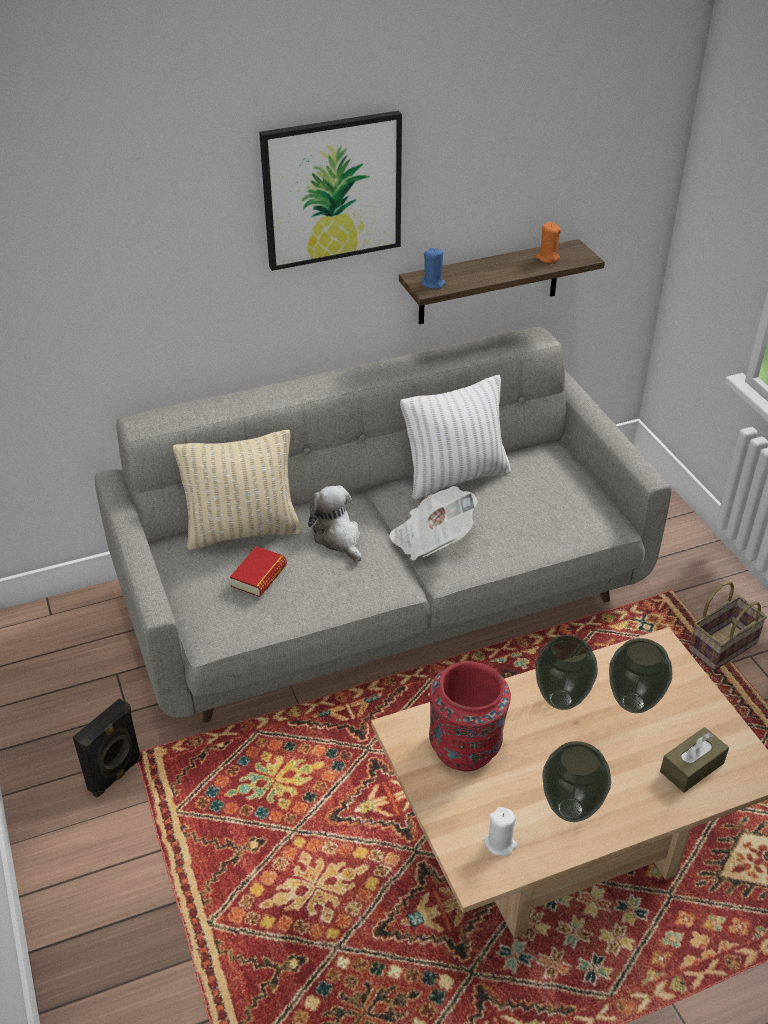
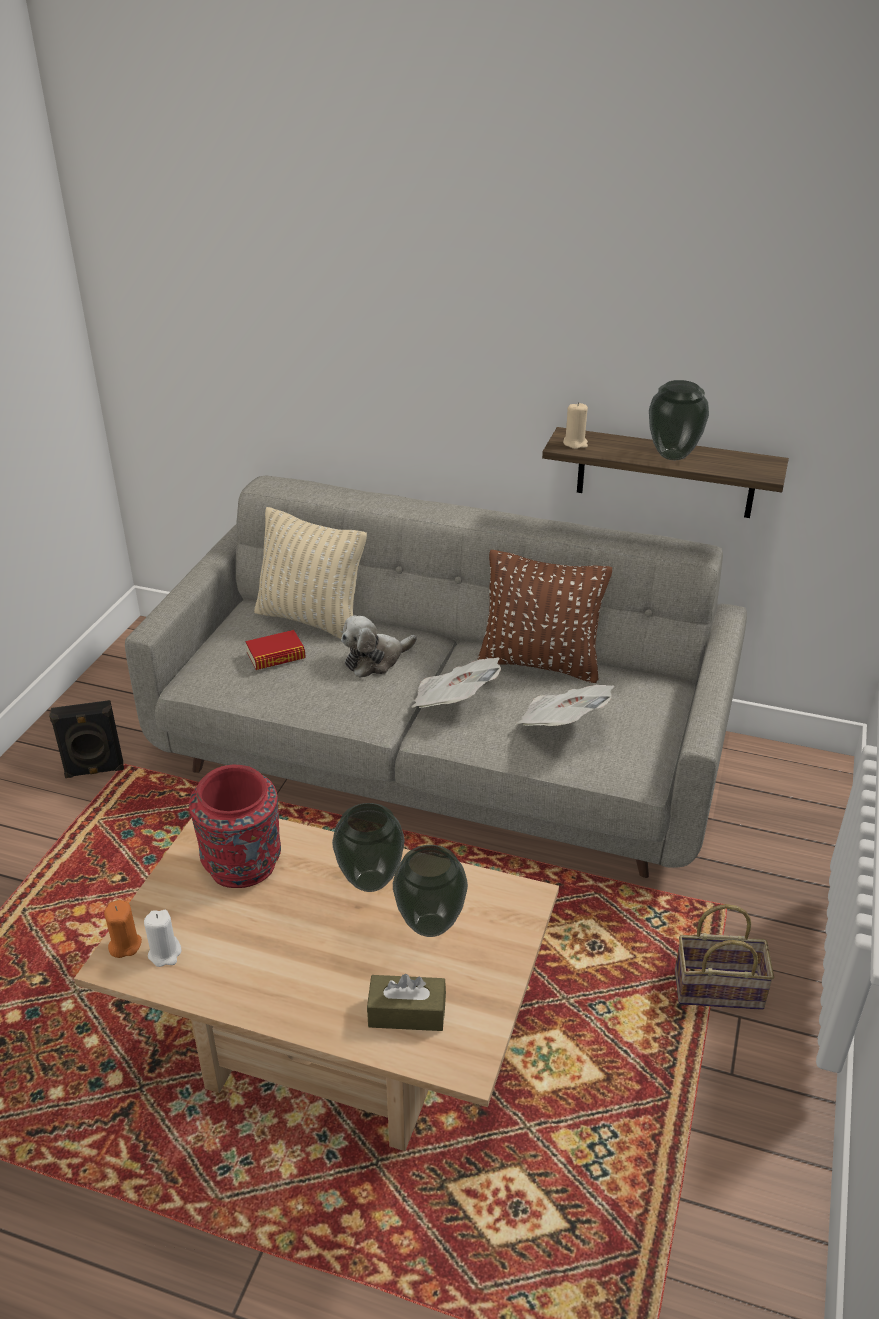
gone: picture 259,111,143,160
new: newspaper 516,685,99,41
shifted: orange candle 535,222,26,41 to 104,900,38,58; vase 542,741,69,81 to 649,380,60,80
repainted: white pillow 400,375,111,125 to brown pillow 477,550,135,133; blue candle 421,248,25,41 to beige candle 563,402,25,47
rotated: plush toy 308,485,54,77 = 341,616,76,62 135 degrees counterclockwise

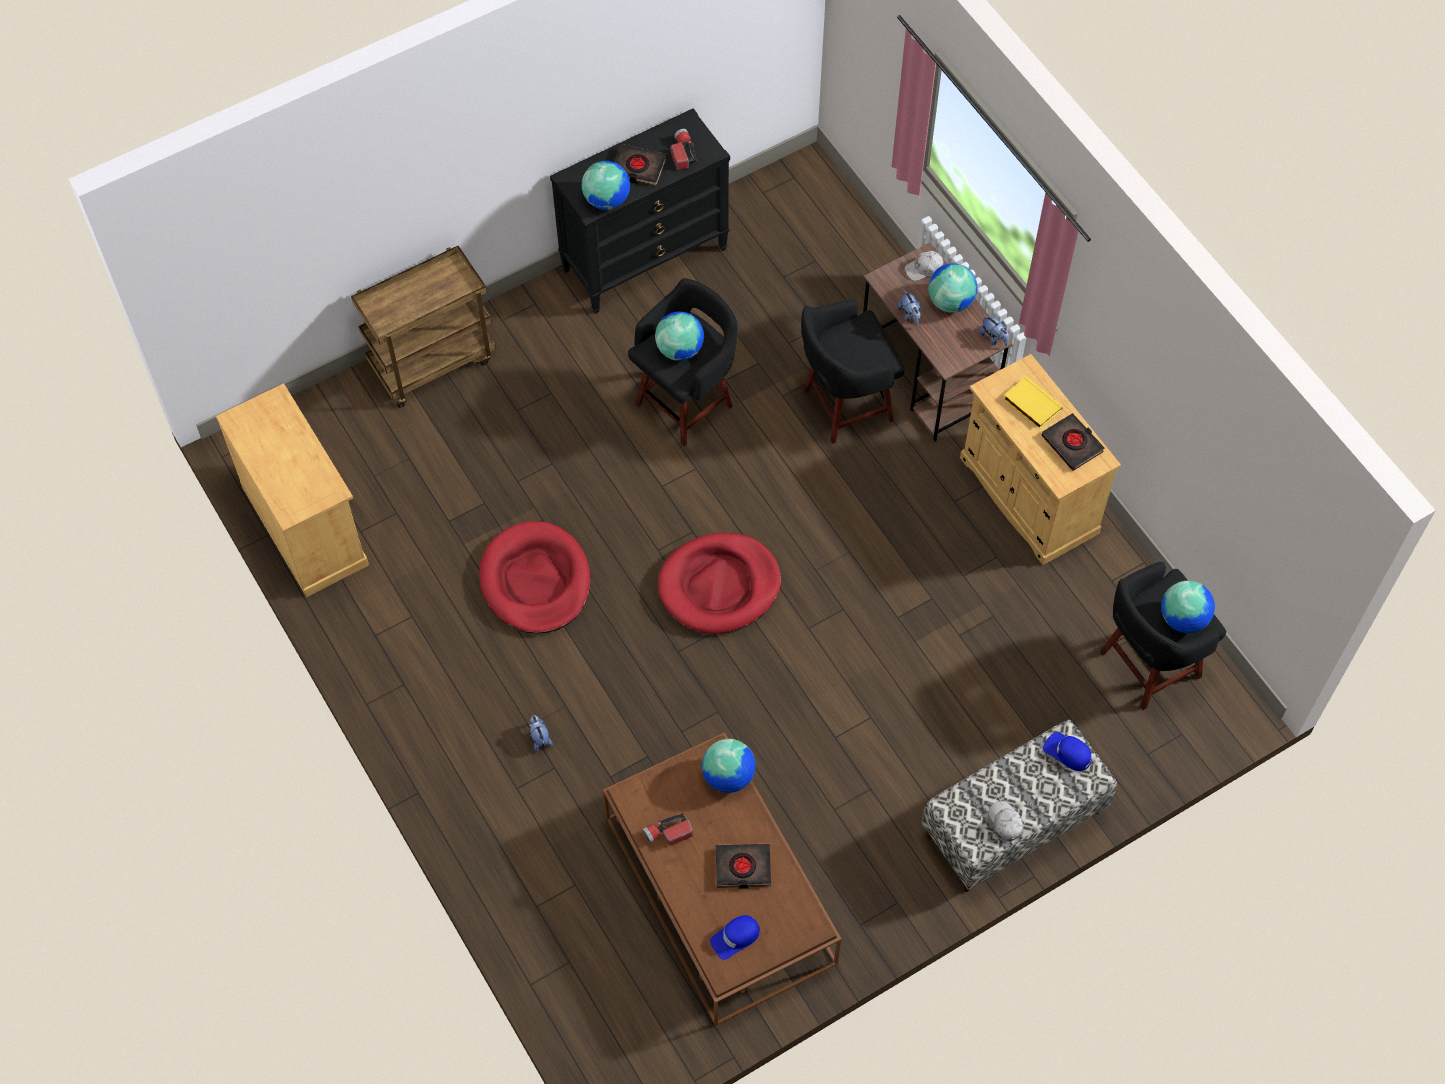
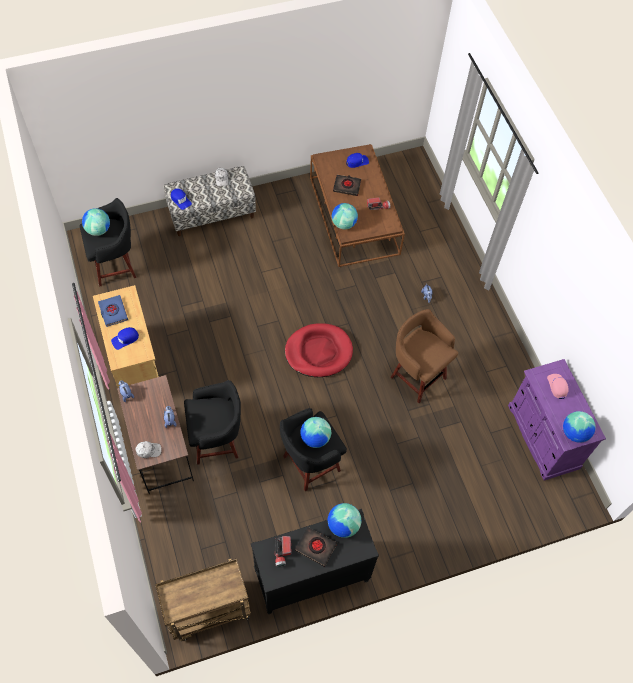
new: pink cap 547,374,21,25
shifted: brown cart 351,246,145,162 to 155,559,96,82; globe 928,263,49,50 to 563,411,33,32
swapped: yellow book 1003,376,60,53 to blue cap 111,327,28,23; red dog bed 479,521,112,113 to brown stool 391,309,67,94
repainted: black book 1042,413,63,58 to blue book 98,295,30,32; beige cabinet 216,383,153,214 to purple cabinet 508,359,98,121

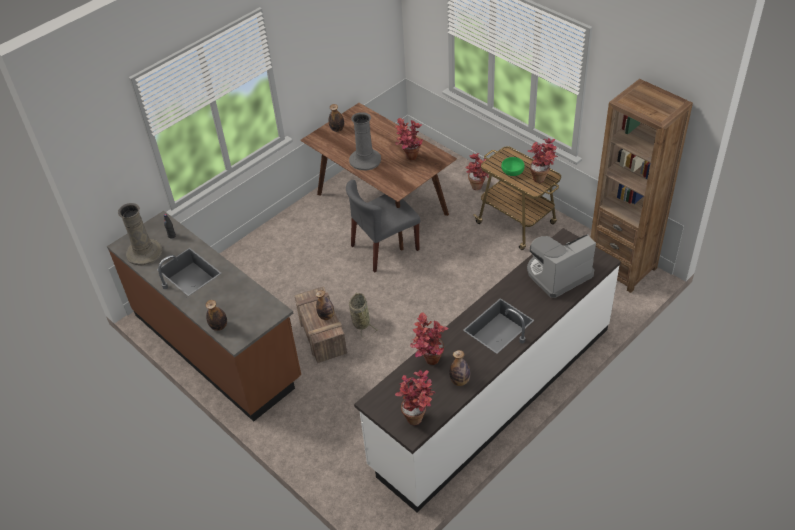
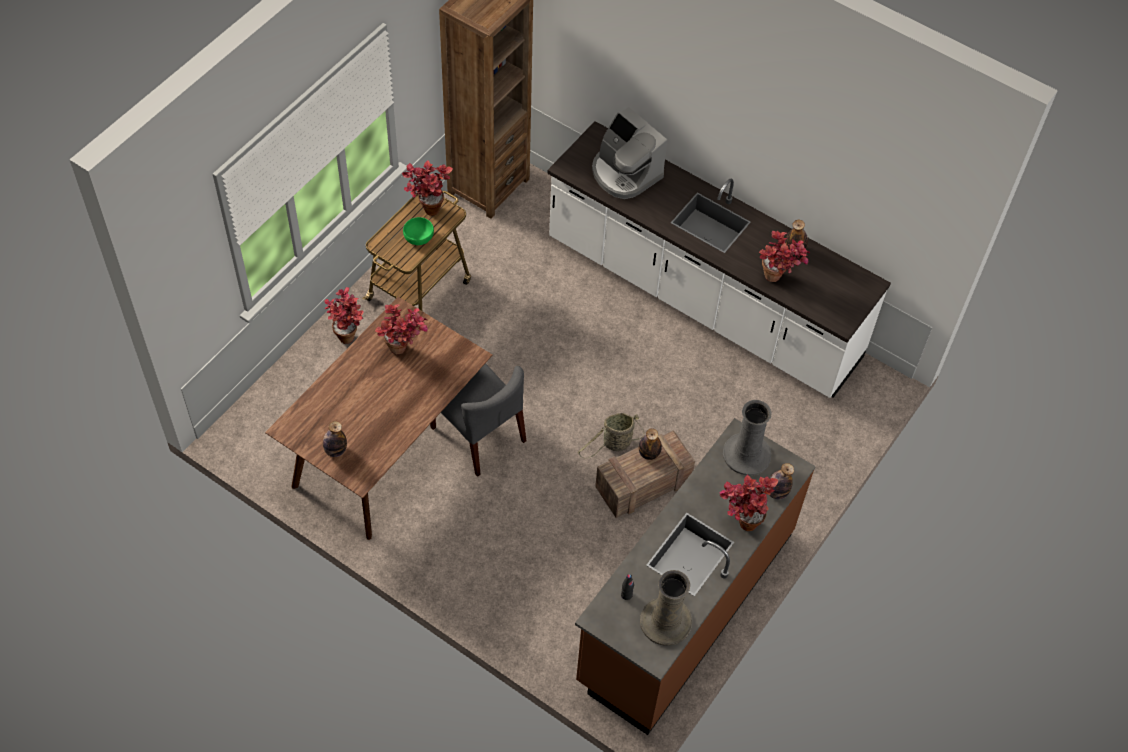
shifted: potted plant 395,370,40,55 to 720,475,58,56; grey vase 349,112,32,59 to 723,400,49,76

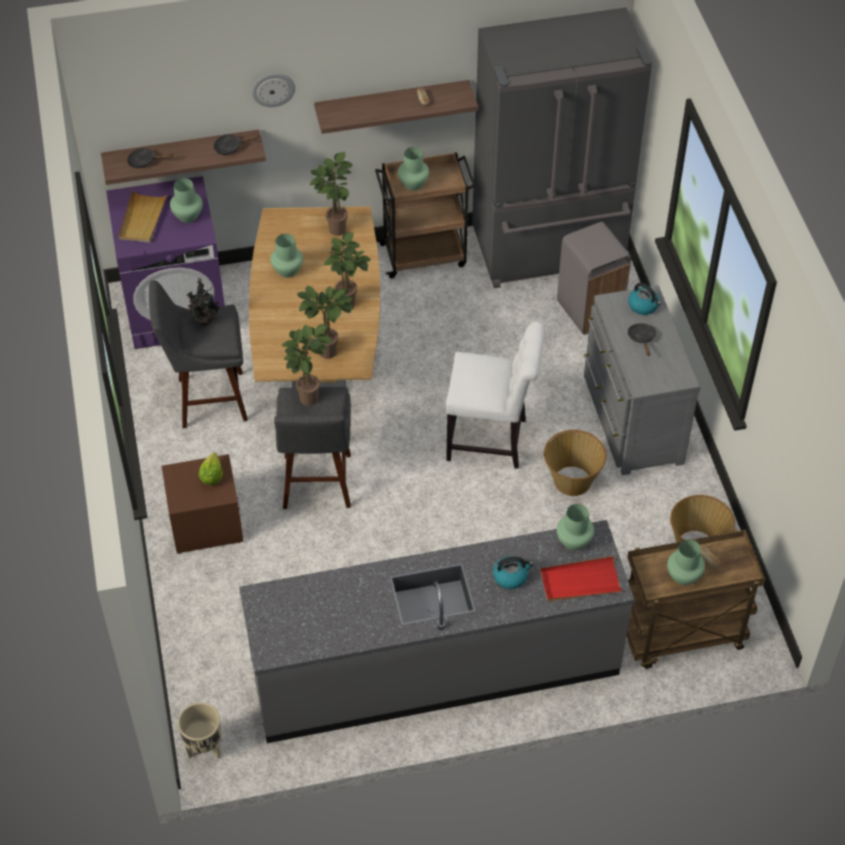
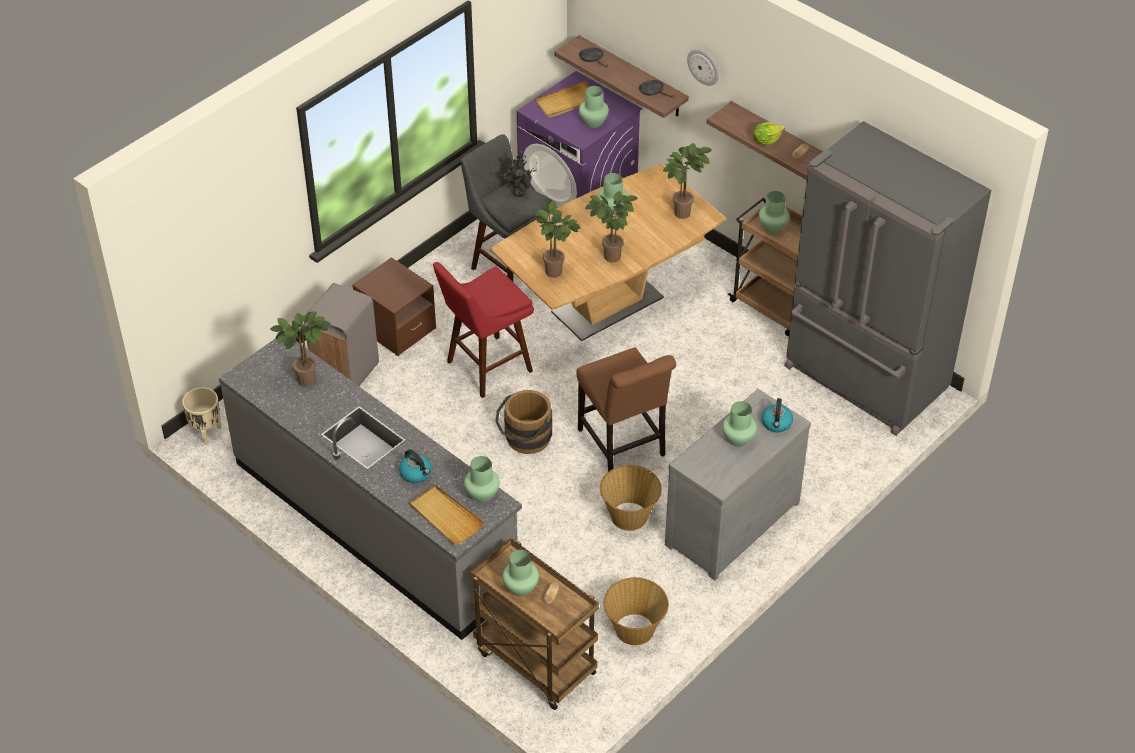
new: brown bucket 496,390,56,64
shifted: potted plant 282,324,50,82 to 270,312,62,75; grey trash can 557,222,74,113 to 304,283,75,103; lettuce 199,452,24,34 to 753,122,32,23
swapped: black frying pan 627,323,29,33 to green vase 722,401,35,46
repainted: red tray 540,556,83,46 to beige tray 409,485,75,60; grey stool 274,387,77,122 to red stool 433,262,101,136; white chair 446,322,99,147 to brown chair 576,348,100,124

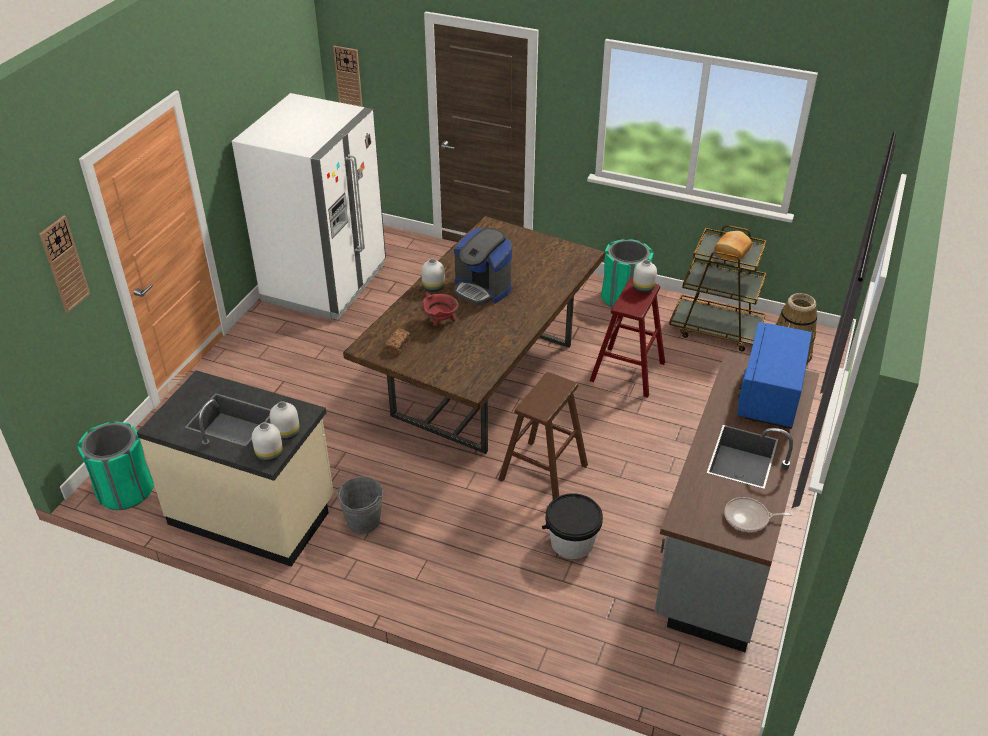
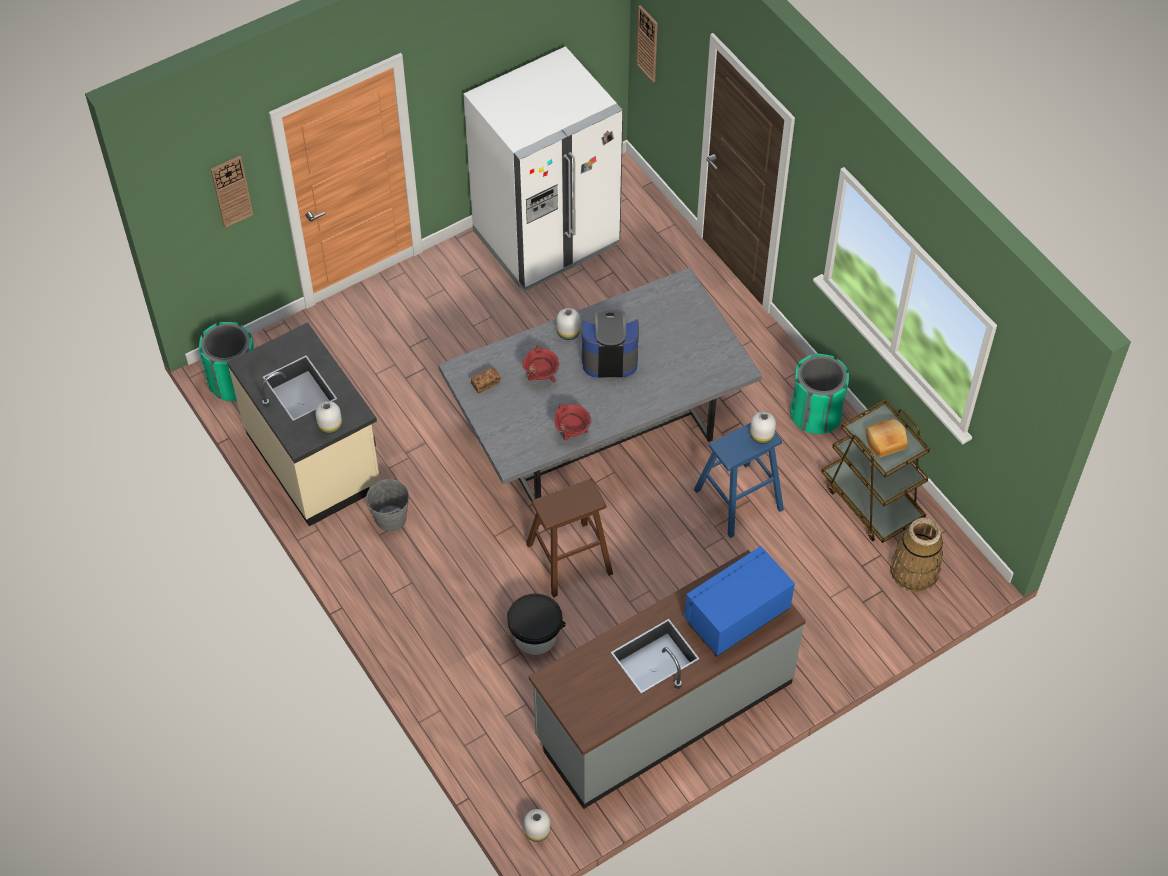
gone: frying pan 724,497,69,35
new: red cooking pot 555,403,36,37
shifted: white vase 252,422,31,40 to 524,809,26,33
repainted: brown dining table 343,216,262,238 to grey dining table 438,267,324,235; red stool 590,278,75,120 to blue stool 694,423,90,115
rotated: coffee machine 454,228,58,77 = 582,309,57,68 105 degrees clockwise

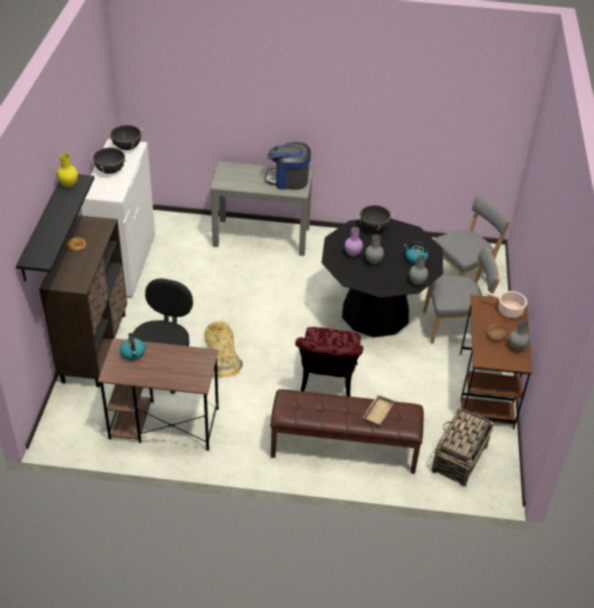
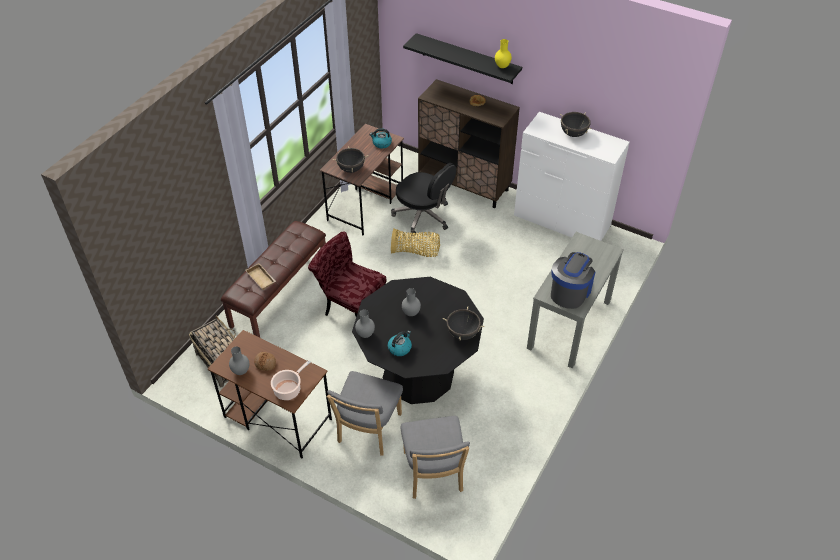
gone: purple vase 345,227,18,30
shifted: black cooking pot 108,125,35,25 to 333,146,35,27

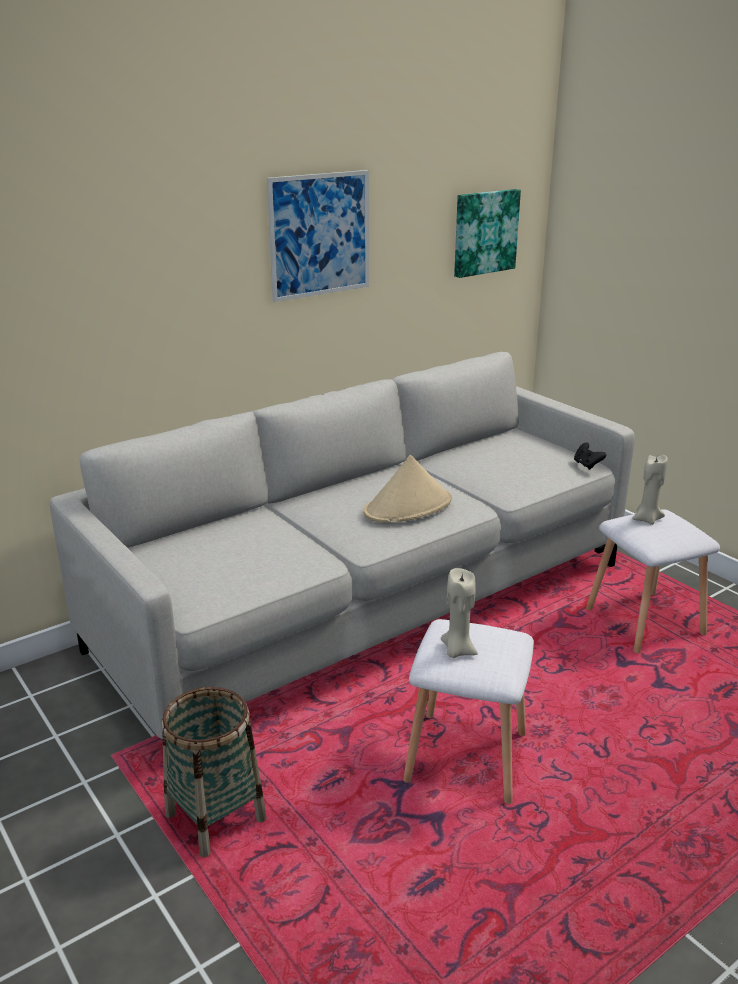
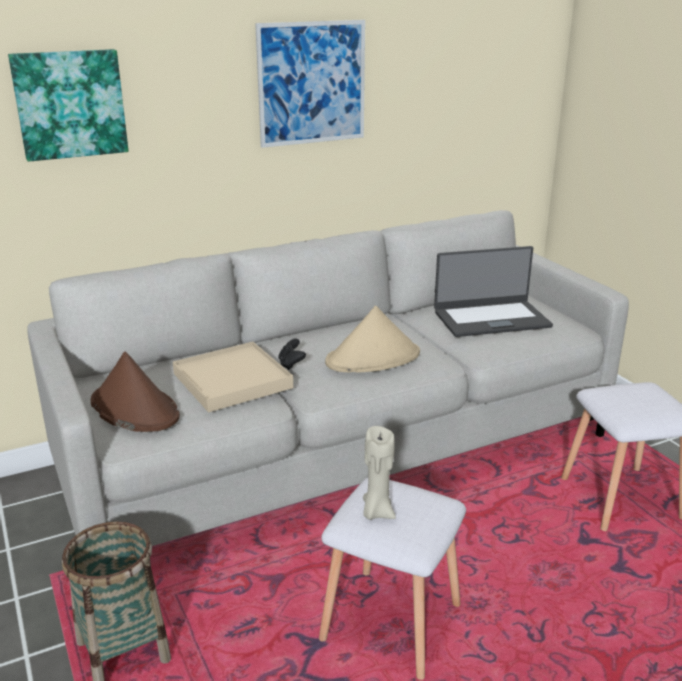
gone: beige candle 632,455,36,70
new: brown hat 91,352,89,80; beige tray 173,342,120,71; laptop 434,246,119,91
shifted: picture 454,189,67,89 to 8,49,121,113; black game controller 574,443,32,27 to 278,338,28,32

